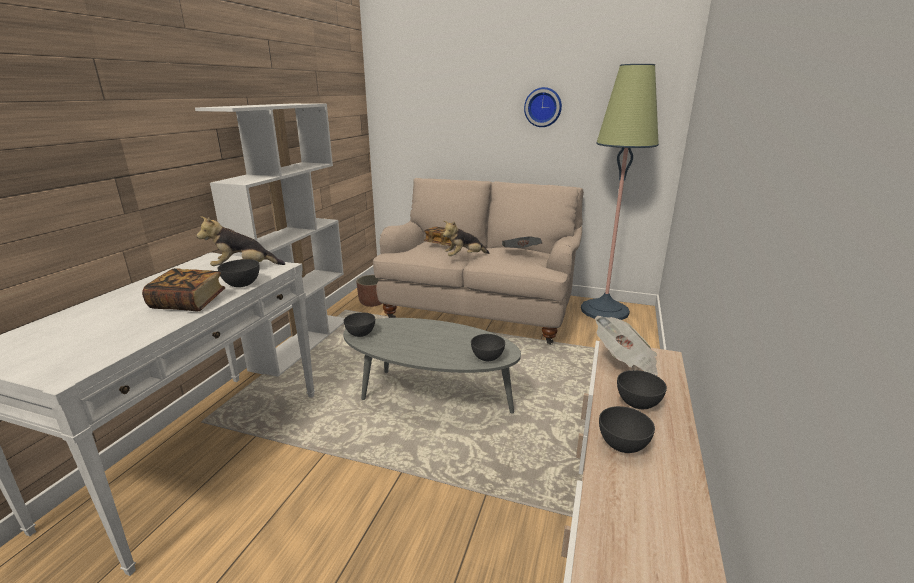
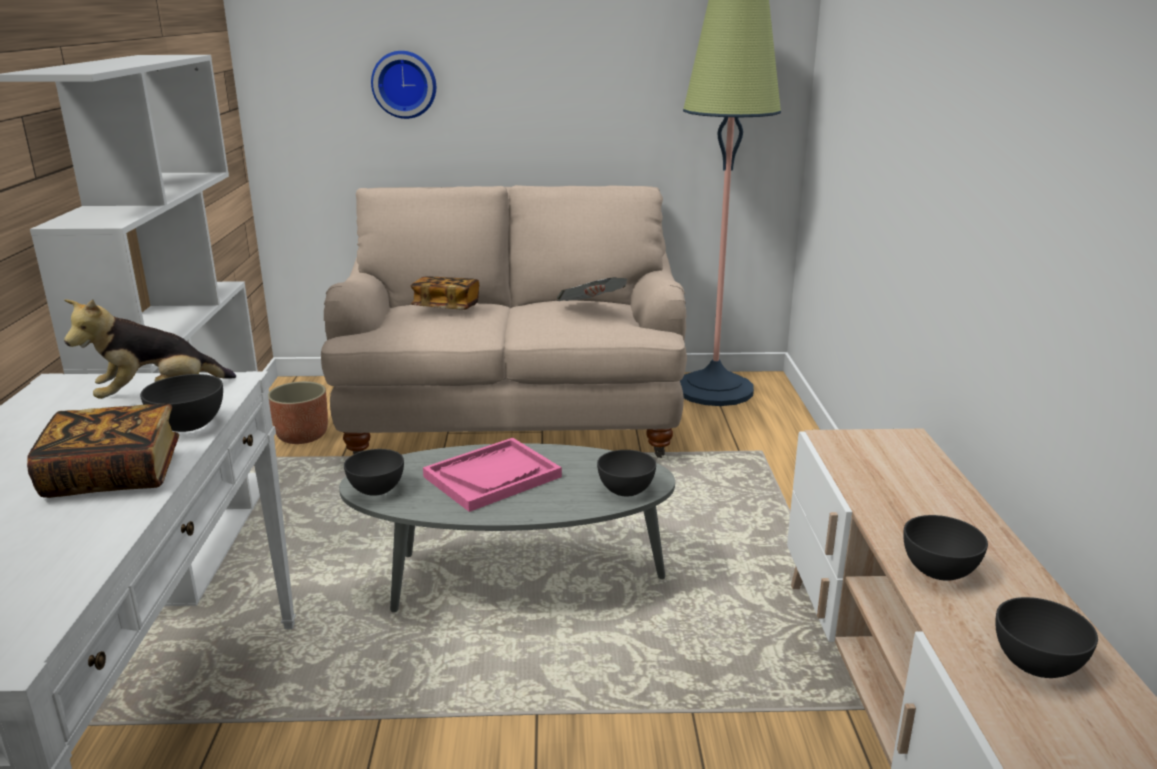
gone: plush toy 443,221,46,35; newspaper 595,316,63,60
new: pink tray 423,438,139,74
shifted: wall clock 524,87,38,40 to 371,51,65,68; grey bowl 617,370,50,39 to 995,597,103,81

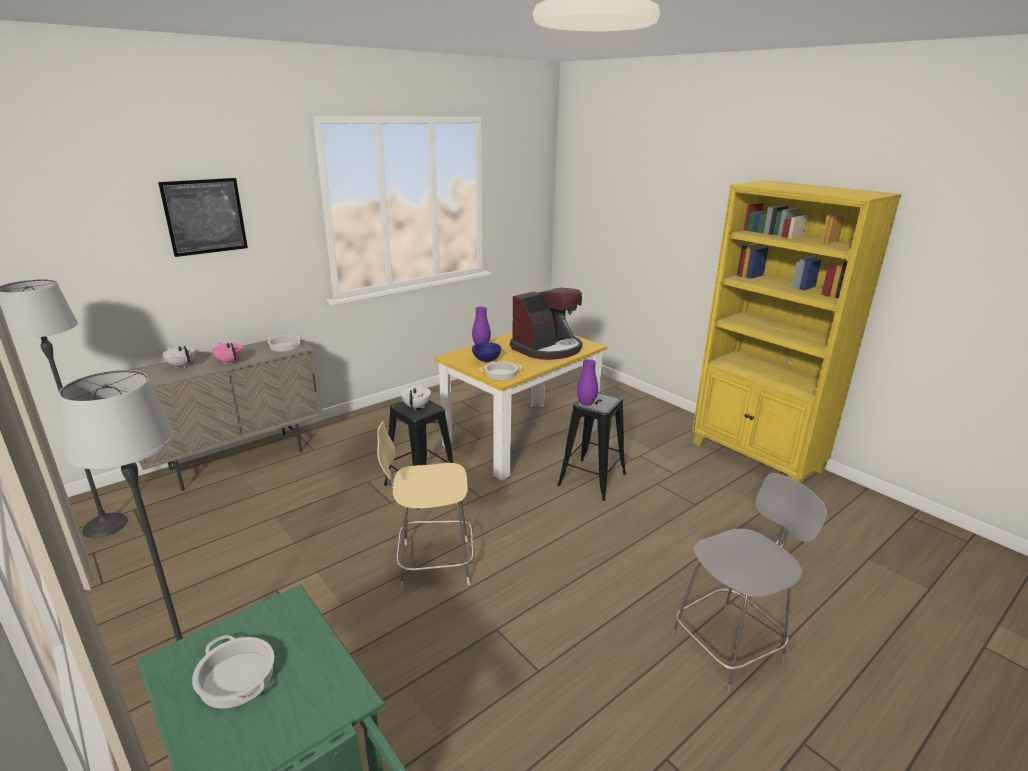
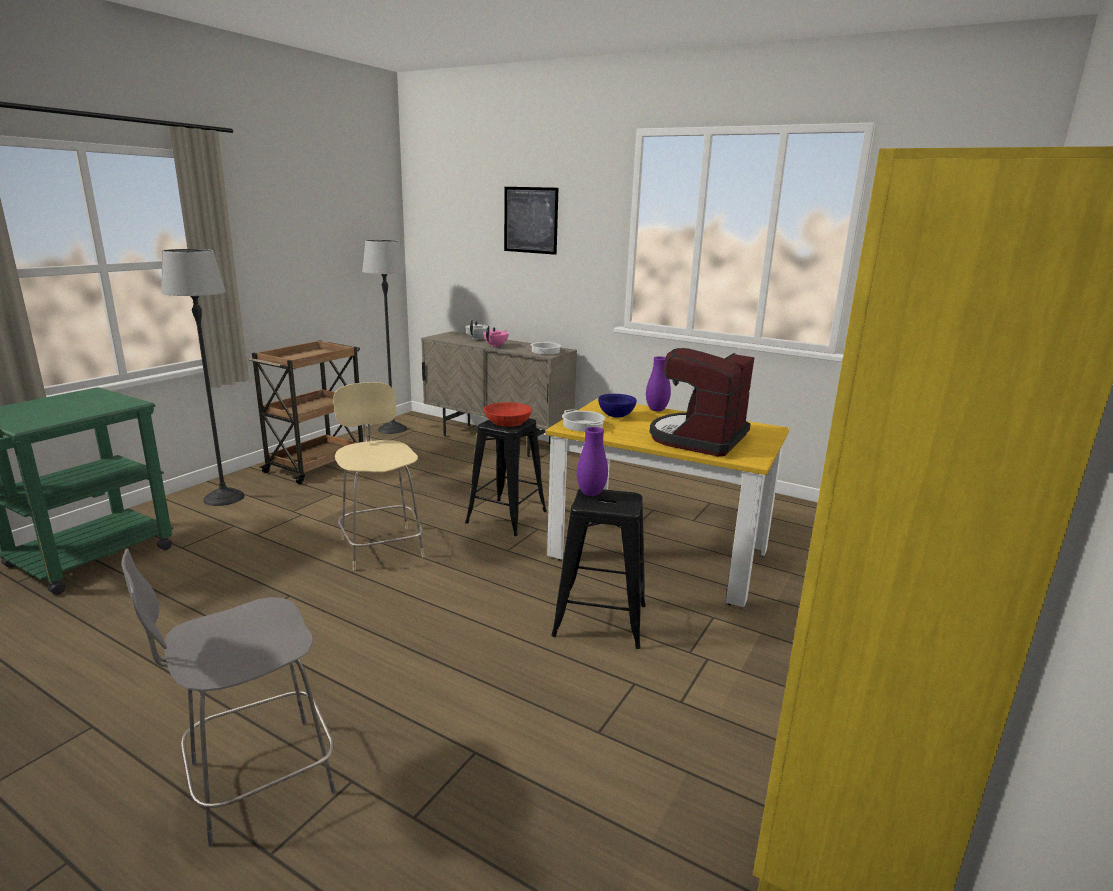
gone: cooking pot 192,635,82,74
new: brown cart 247,340,116,144
swapped: white teapot 401,384,30,26 to red bowl 484,402,48,25
rotated: grey chair 671,473,156,221 = 121,549,215,297 105 degrees clockwise; coffee machine 510,288,72,72 = 650,348,104,108 90 degrees clockwise

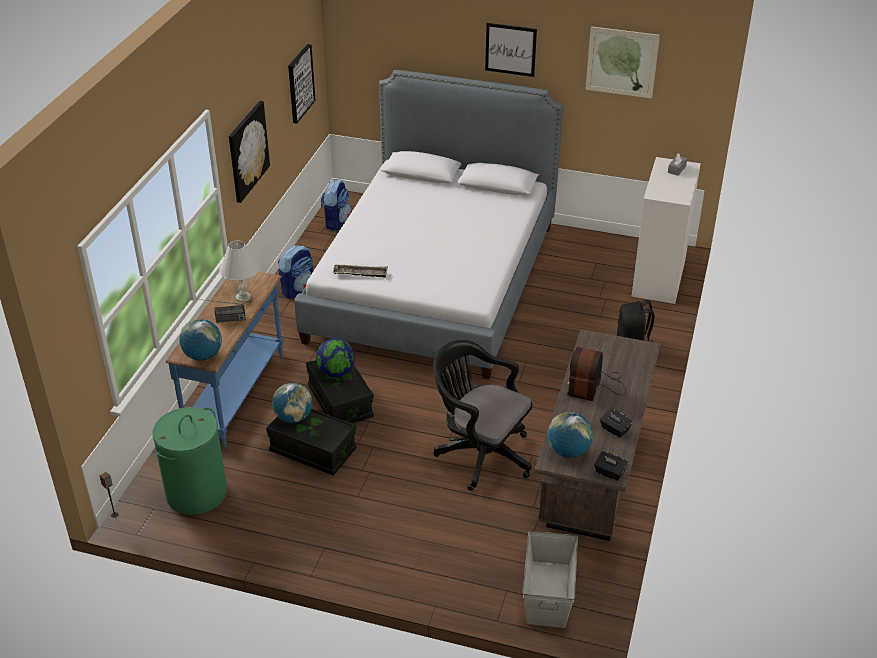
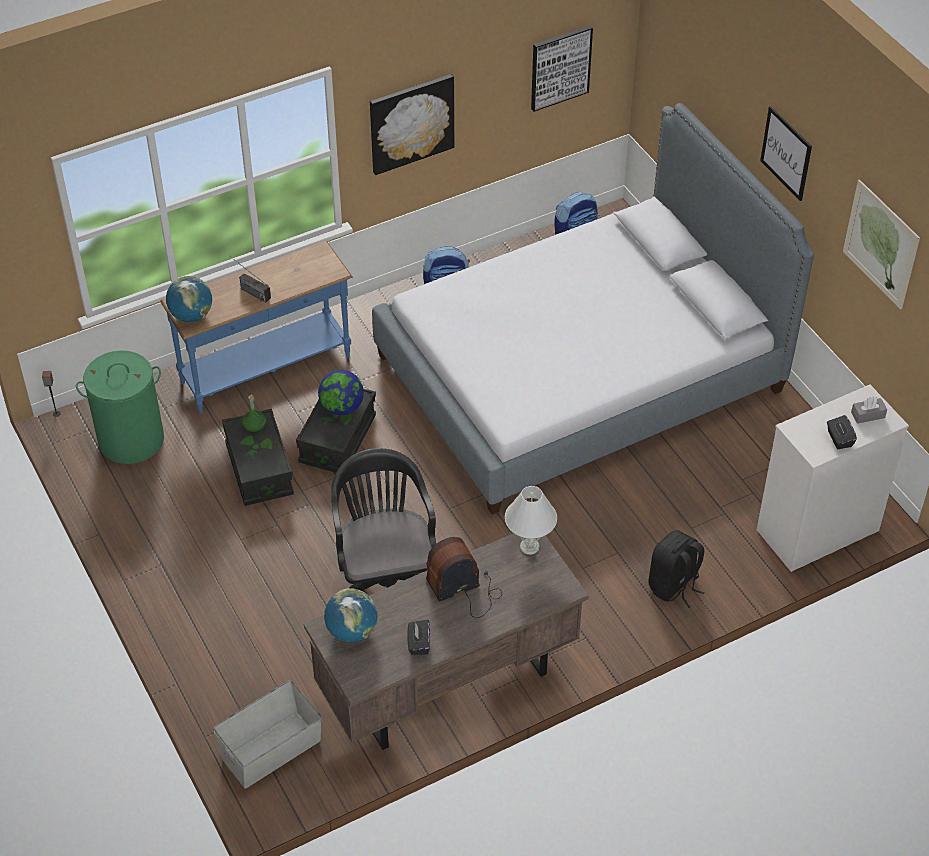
gone: tray 333,265,55,13
shifted: white table lamp 219,241,41,61 to 505,486,52,69; black tissue box 594,452,34,29 to 827,415,30,34
swapped: globe 272,383,41,40 to green bottle 242,395,24,38

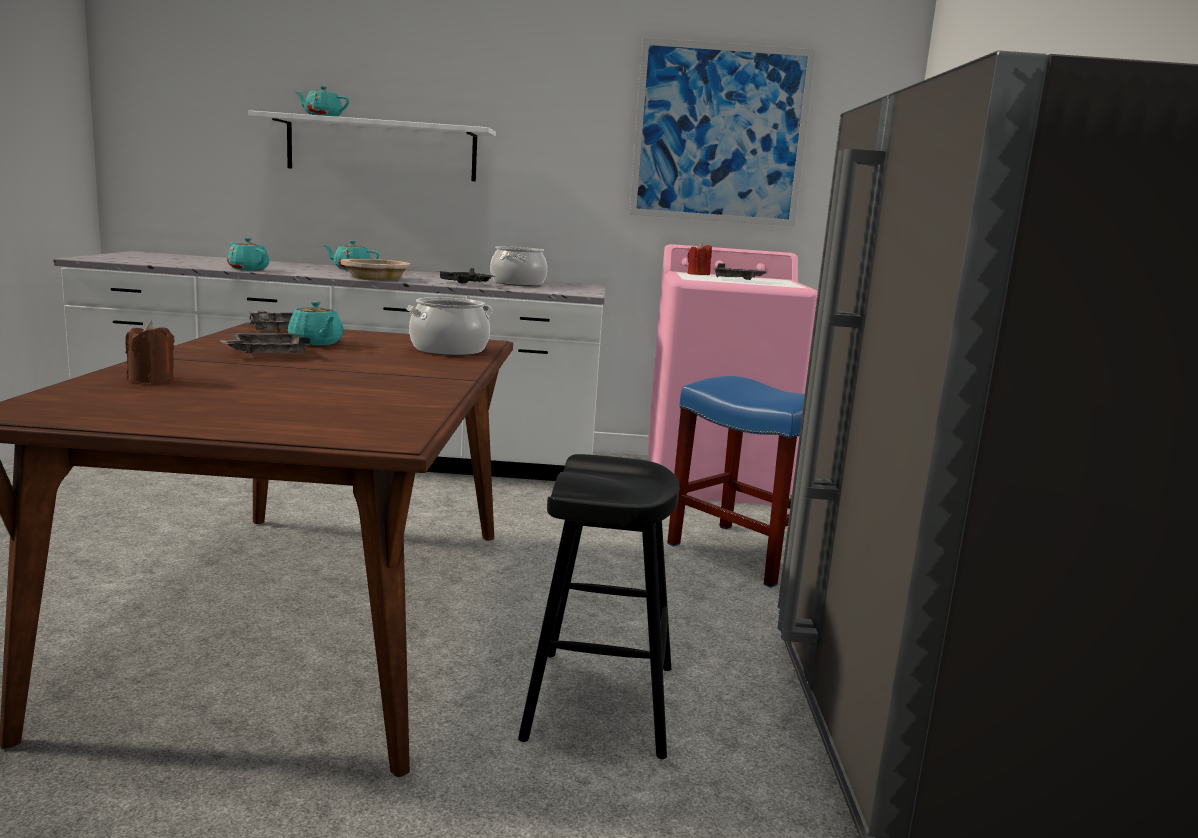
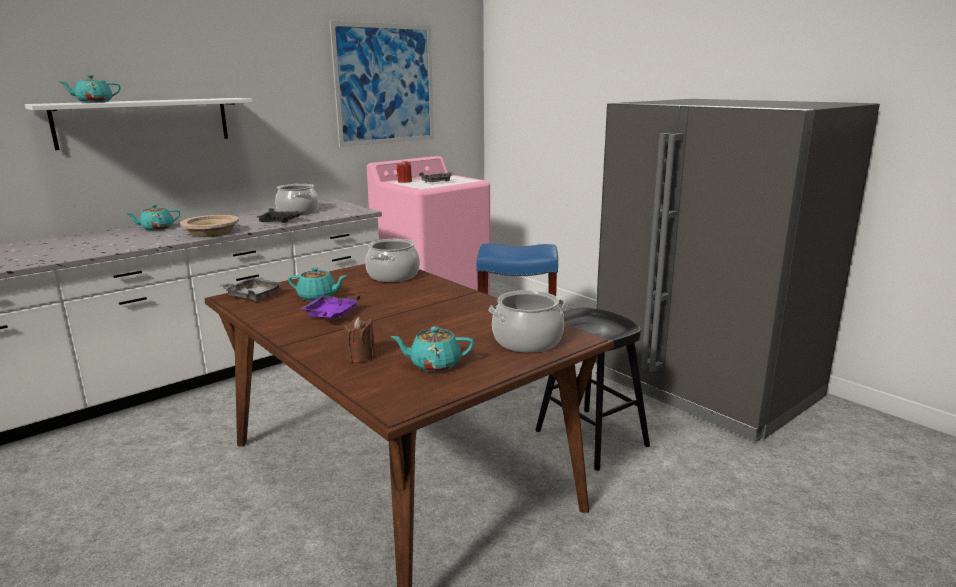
new: cooking pot 488,290,79,62
shifted: turquoise teapot 227,238,42,32 to 391,326,83,46
repainted: grey tray 220,333,90,21 to purple tray 300,295,60,24

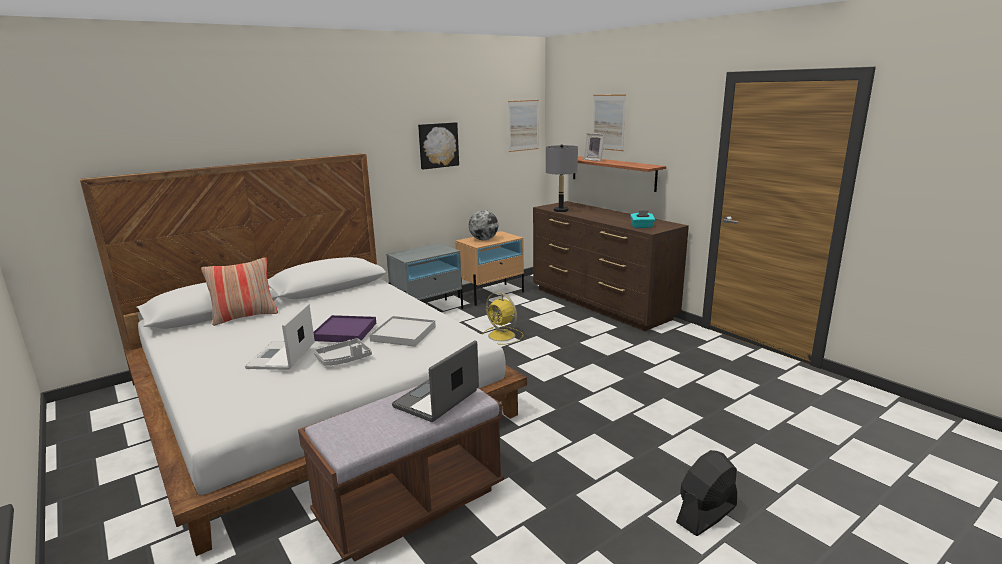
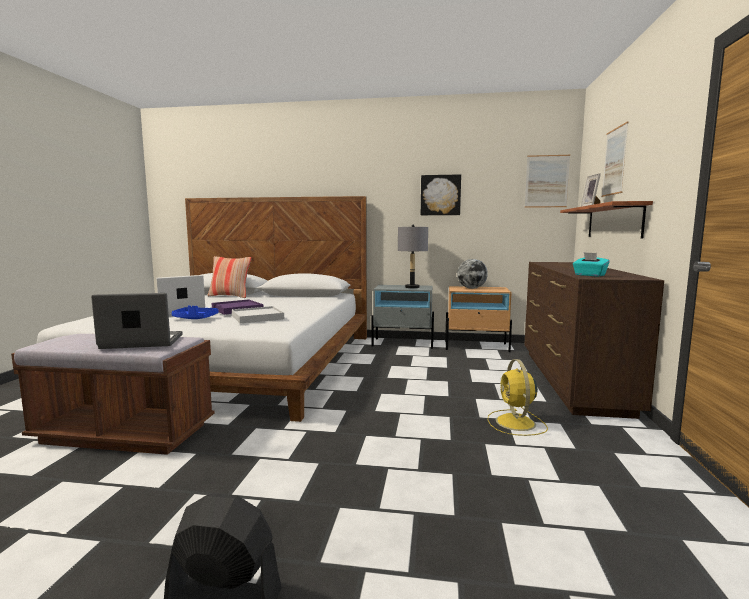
shifted: grey table lamp 546,144,32,68 to 398,225,30,63; yellow fan 482,292,41,52 to 488,359,60,77
repainted: grey tray 314,338,58,28 to blue tray 172,305,47,14

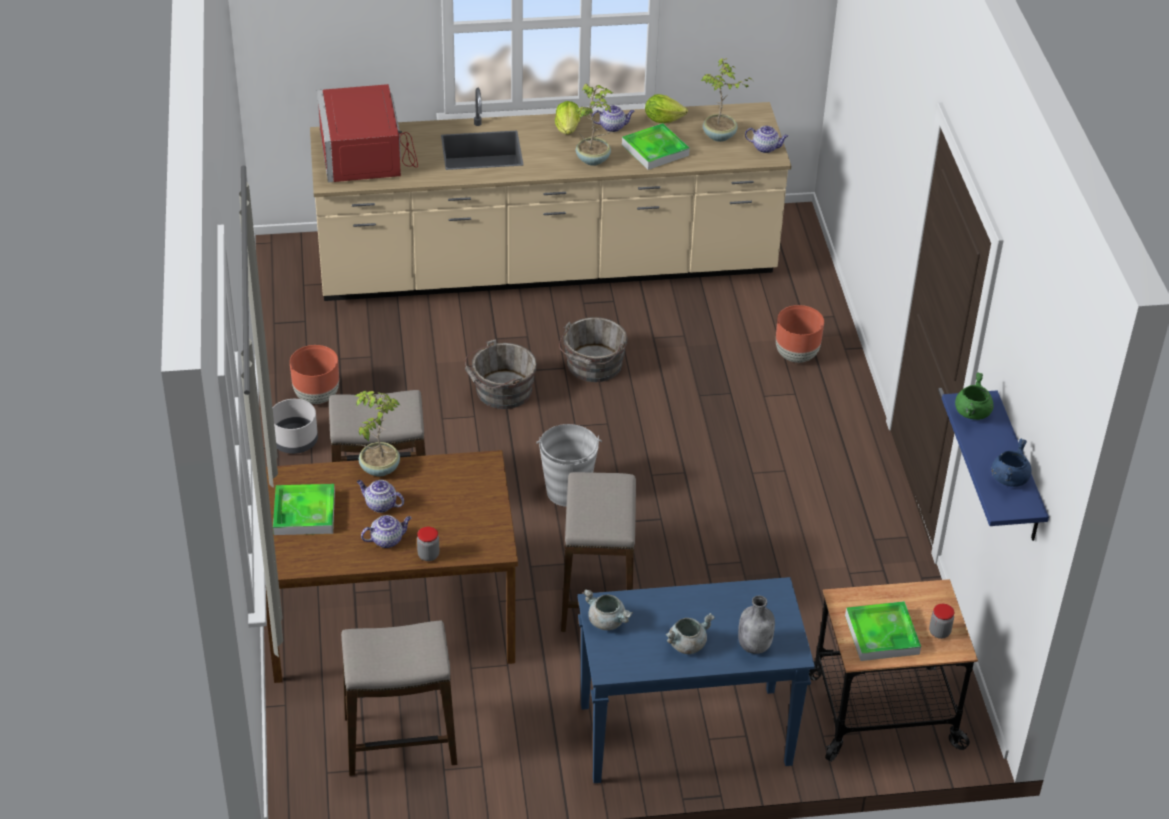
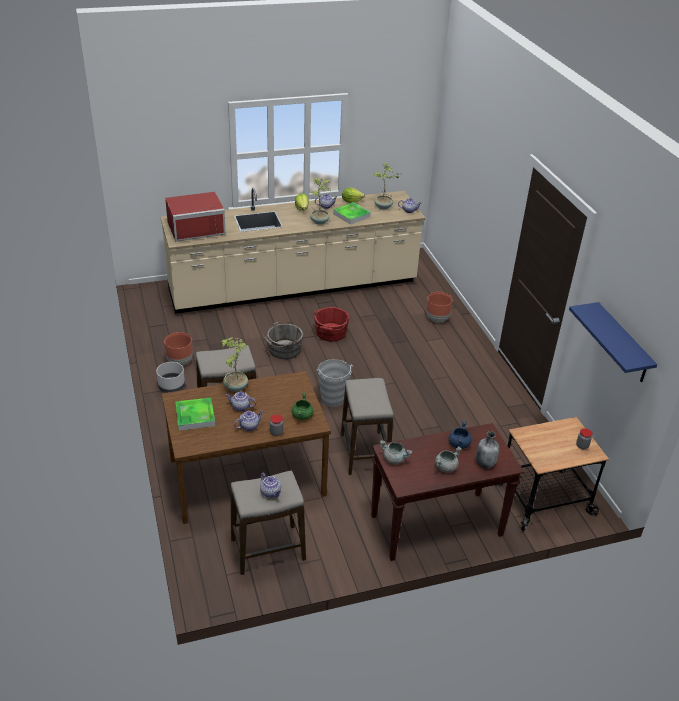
gone: tray 845,601,76,60
new: teapot 260,473,21,25
shifted: green cooking pot 955,372,38,48 to 292,392,21,28; blue cooking pot 991,438,41,49 to 449,420,23,29
repainted: grey bucket 559,317,68,65 to red bucket 313,307,37,35; blue console table 578,577,237,206 to brown console table 371,423,153,138
rotated: red microwave 317,84,101,98 = 165,192,61,50 90 degrees counterclockwise

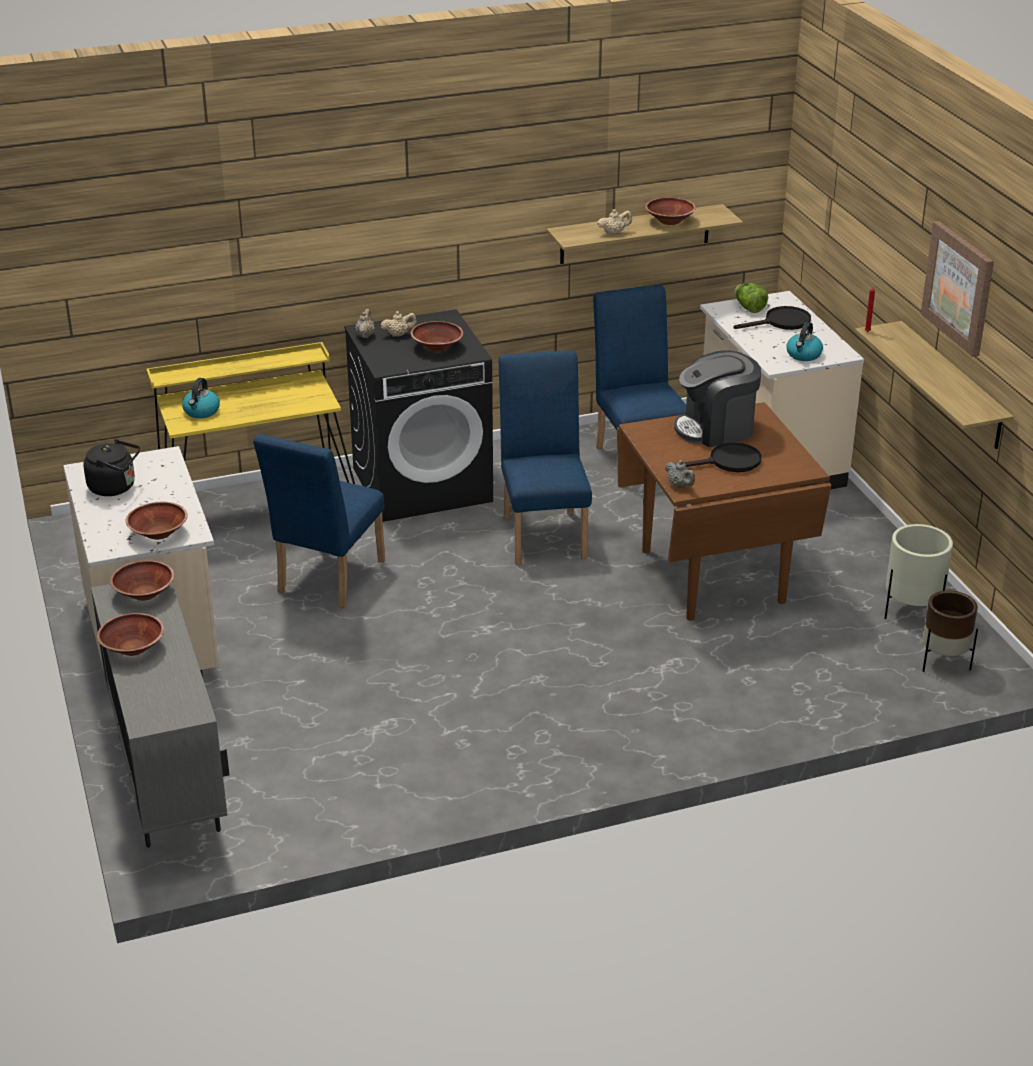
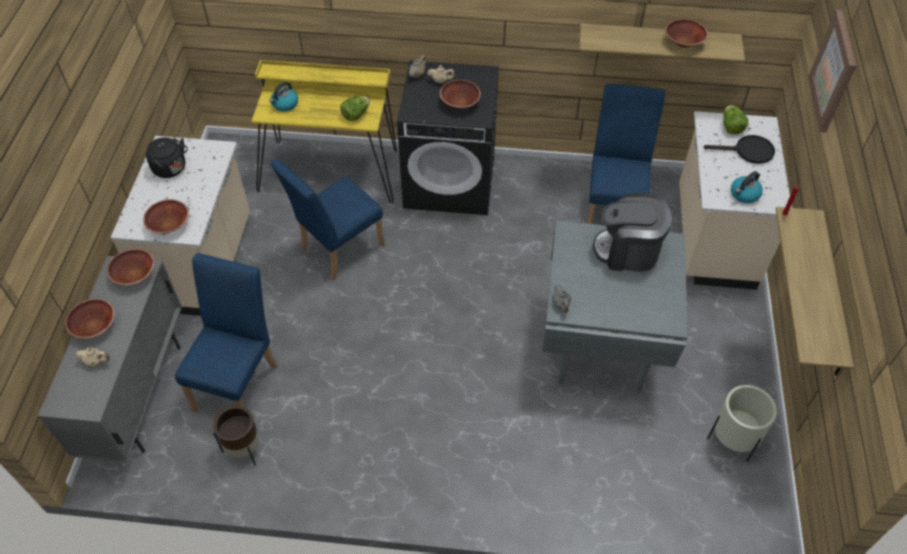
gone: black frying pan 683,442,78,30
new: lettuce 340,96,30,25
shifted: beige teapot 598,209,34,26 to 75,348,35,19; blue chair 498,350,94,215 to 174,253,103,159; brown planter 922,590,56,82 to 213,406,47,59; picture 921,221,73,136 to 808,10,48,122
repainted: brown dining table 617,402,214,219 to grey dining table 542,220,145,173

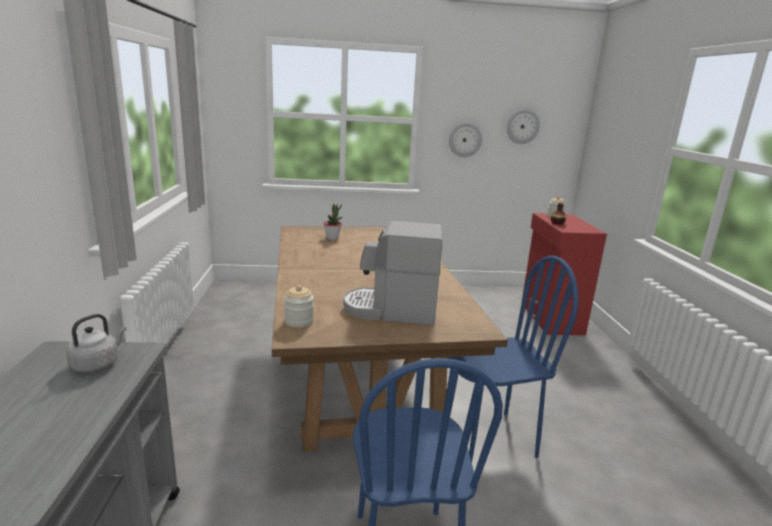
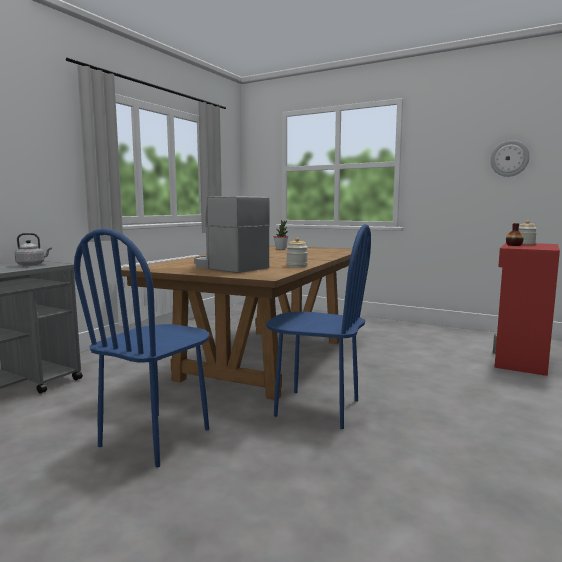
gone: wall clock 449,123,33,34
shifted: jar 284,285,30,42 to 286,237,22,30

